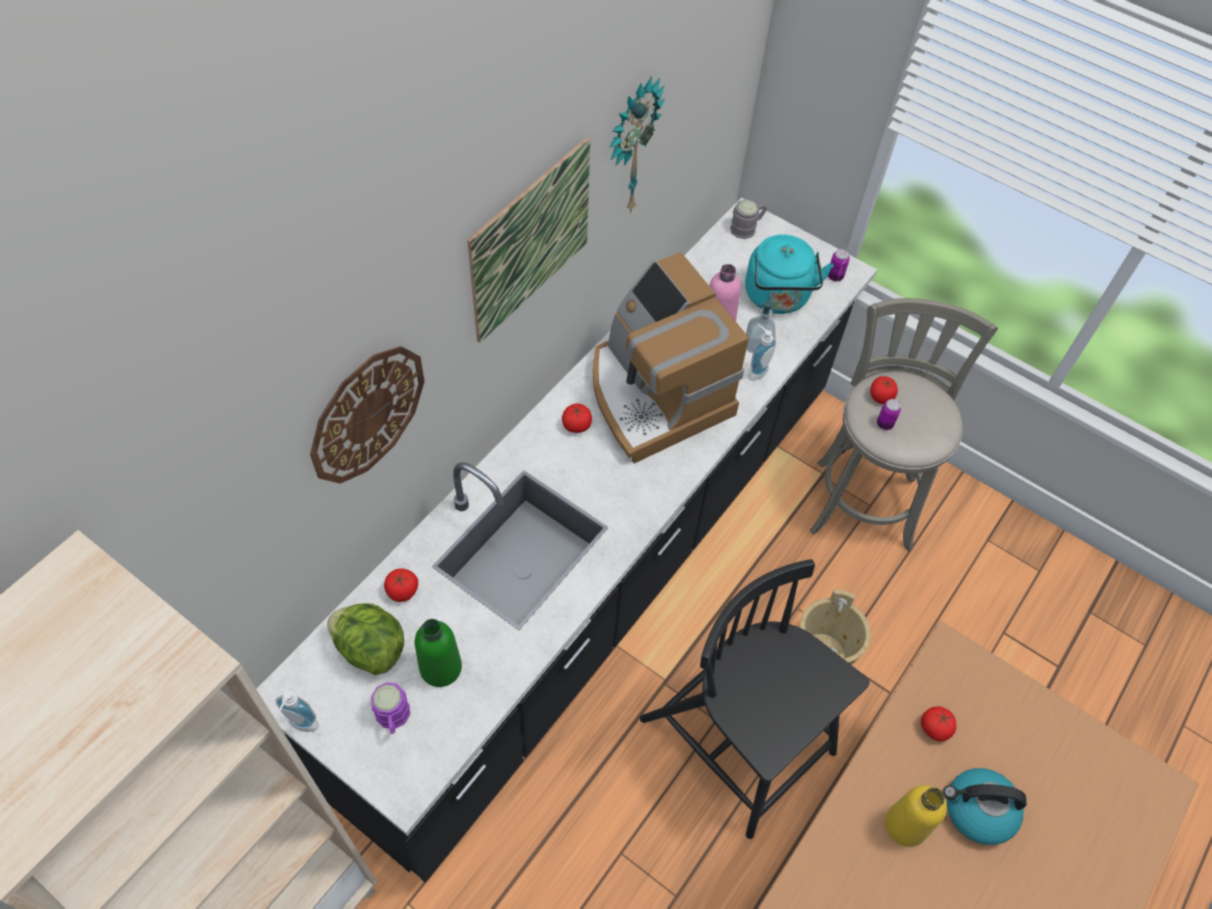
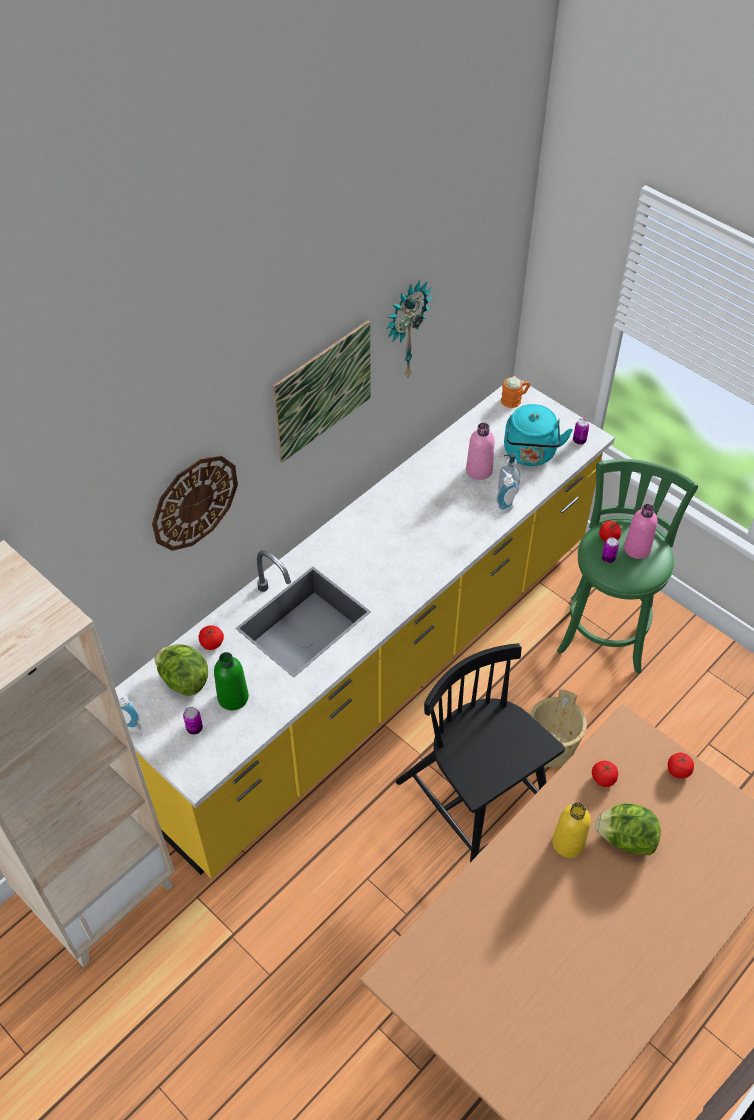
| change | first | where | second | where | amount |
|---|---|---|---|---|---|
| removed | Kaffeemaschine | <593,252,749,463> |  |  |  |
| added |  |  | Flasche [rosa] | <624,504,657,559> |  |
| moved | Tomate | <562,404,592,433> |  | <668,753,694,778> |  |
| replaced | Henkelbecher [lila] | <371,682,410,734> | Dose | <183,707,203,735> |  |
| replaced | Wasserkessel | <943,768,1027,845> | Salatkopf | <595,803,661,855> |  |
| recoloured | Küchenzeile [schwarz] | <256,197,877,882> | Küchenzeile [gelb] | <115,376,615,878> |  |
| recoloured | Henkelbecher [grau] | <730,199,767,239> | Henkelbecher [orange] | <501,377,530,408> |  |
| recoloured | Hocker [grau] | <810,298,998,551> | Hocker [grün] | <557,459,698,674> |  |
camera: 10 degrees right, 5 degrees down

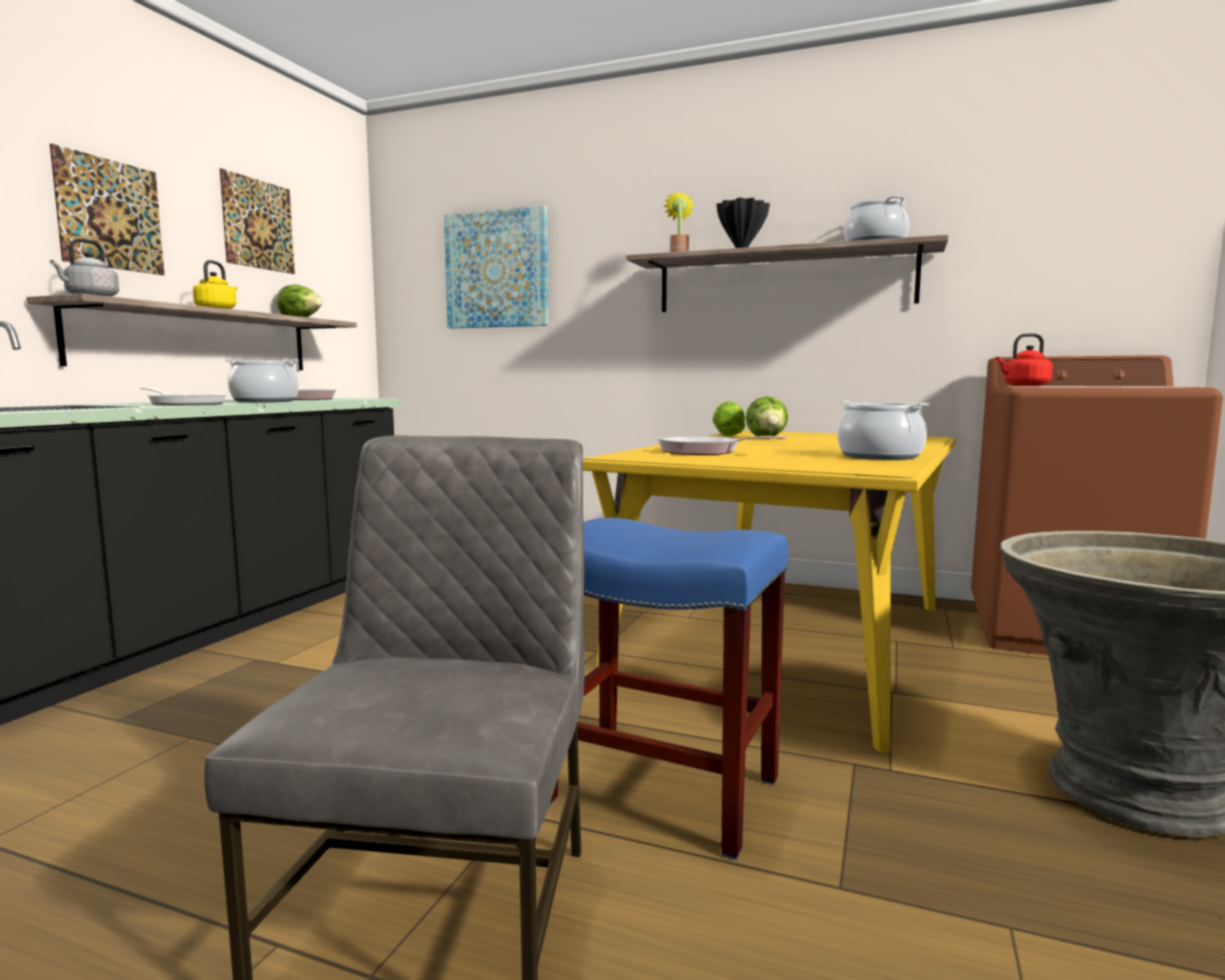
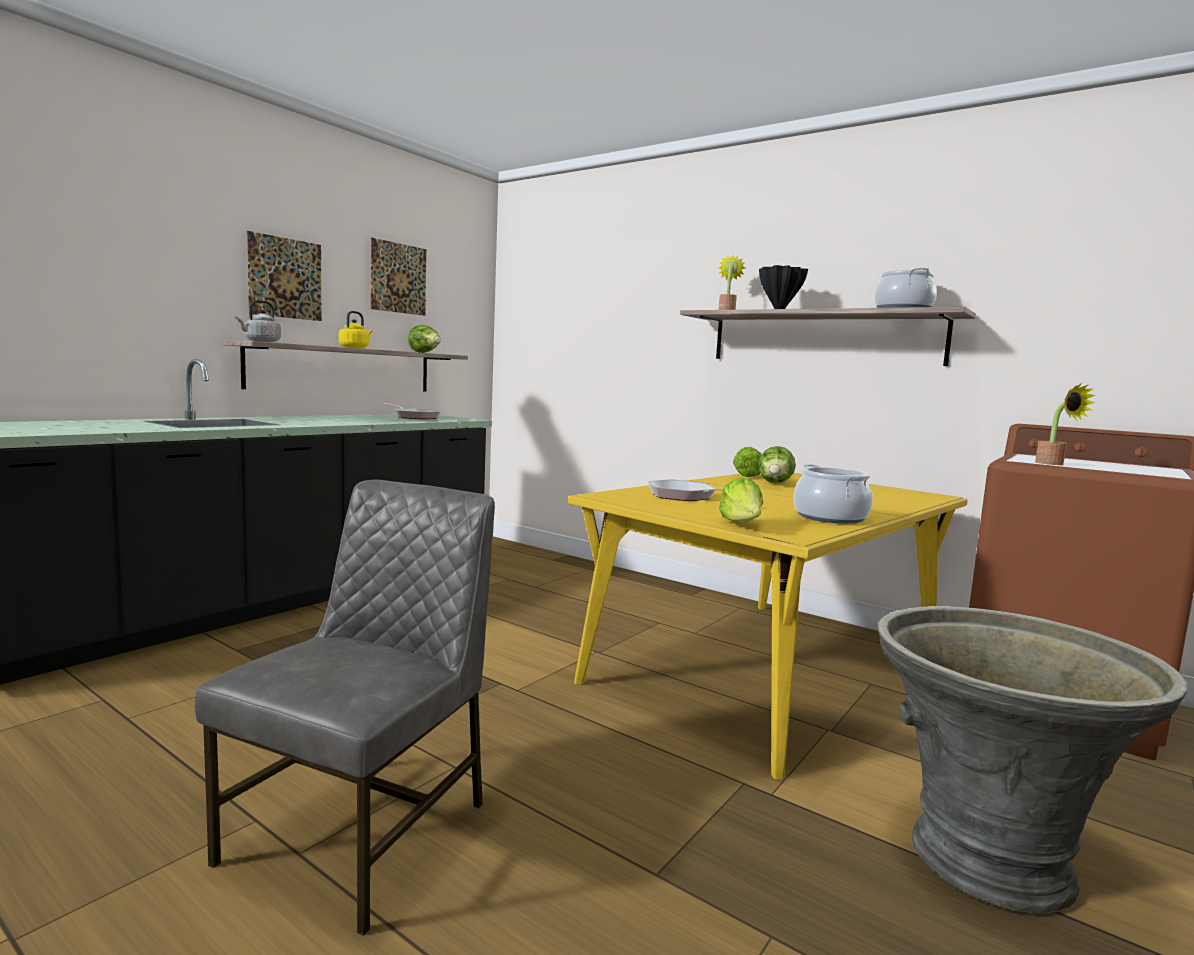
| change | first | where | second | where | amount |
|---|---|---|---|---|---|
| removed | Pfanne | <140,387,227,405> |  |  |  |
| removed | Kochtopf | <225,359,299,402> |  |  |  |
| removed | Bild | <444,205,549,329> |  |  |  |
| removed | Hocker [blau] | <549,518,788,860> |  |  |  |
| removed | Wasserkessel [rot] | <996,333,1053,386> |  |  |  |
| added |  |  | Salatkopf | <719,477,763,522> |  |
| added |  |  | Topfpflanze | <1035,383,1095,465> |  |
camera: 15 degrees right, 0 degrees up

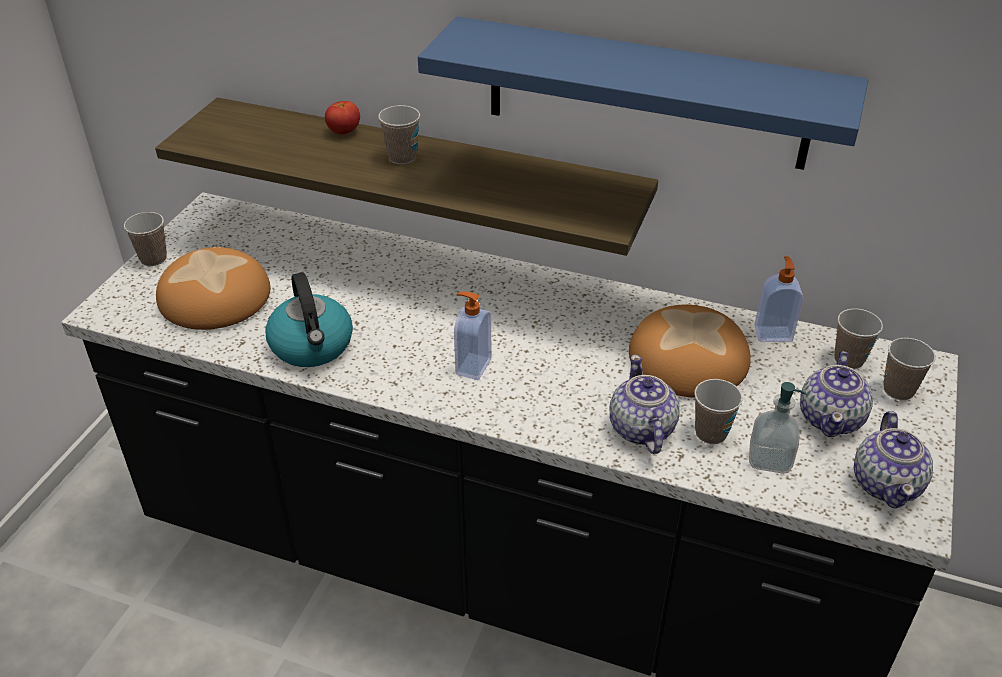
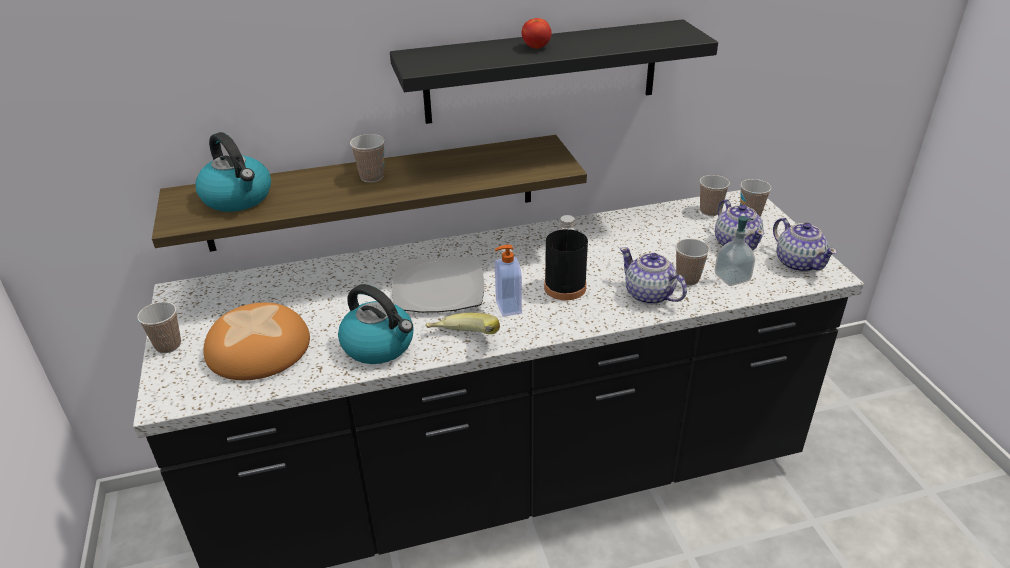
| change | first | where | second | where | amount |
|---|---|---|---|---|---|
| removed | Brot | <629,305,751,398> |  |  |  |
| removed | Seifenspender | <754,256,803,342> |  |  |  |
| added |  |  | Wasserkessel | <195,132,271,212> |  |
| added |  |  | Teller | <392,256,484,313> |  |
| added |  |  | Banane | <425,313,500,334> |  |
| added |  |  | Flasche [schwarz] | <544,215,588,300> |  |
| moved | Tomate | <325,101,360,135> |  | <522,18,552,49> |  |
| recoloured | Wandregal [blau] | <418,16,868,170> | Wandregal [schwarz] | <390,20,718,124> |  |
camera: 35 degrees left, 5 degrees down

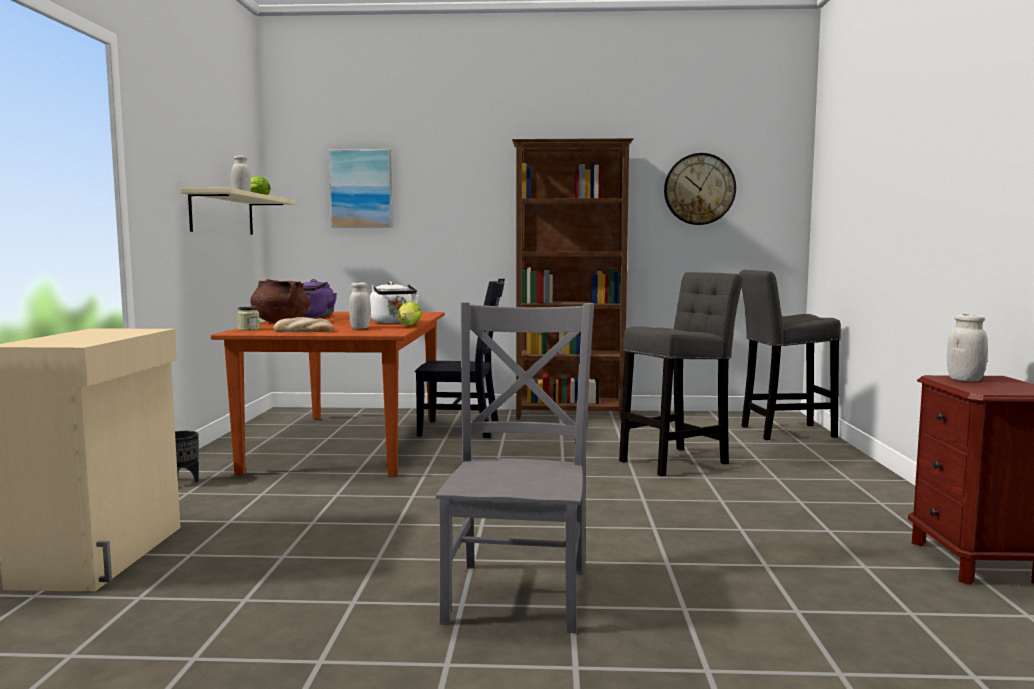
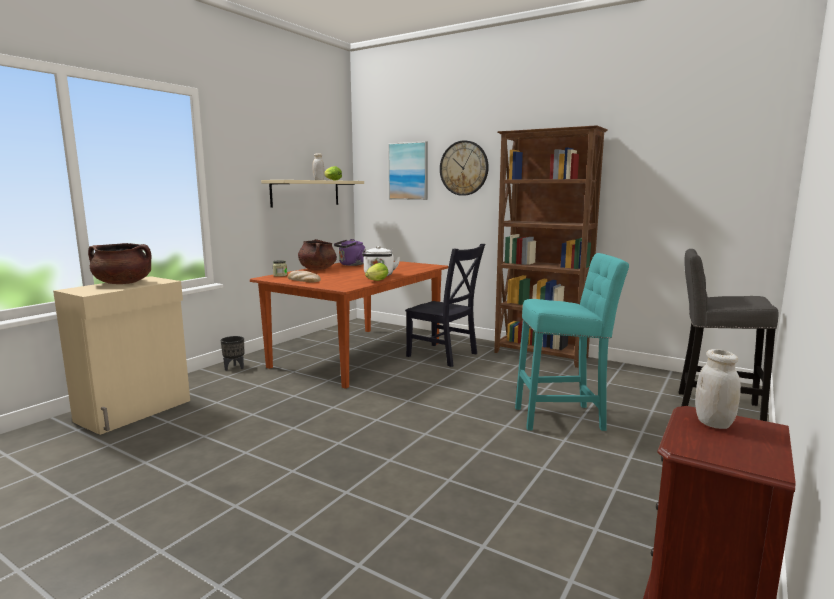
| change | first | where | second | where | amount |
|---|---|---|---|---|---|
| removed | Vorratsglas [weiß] | <349,282,371,329> |  |  |  |
| removed | Stuhl [grau] | <436,302,594,633> |  |  |  |
| added |  |  | Kochtopf [braun] | <88,243,152,284> |  |
| moved | Wanduhr | <664,153,736,225> |  | <440,140,489,196> |  |
| recoloured | Hocker [grau] | <619,272,743,476> | Hocker [türkis] | <515,253,629,431> |  |
camera: 30 degrees right, 5 degrees up

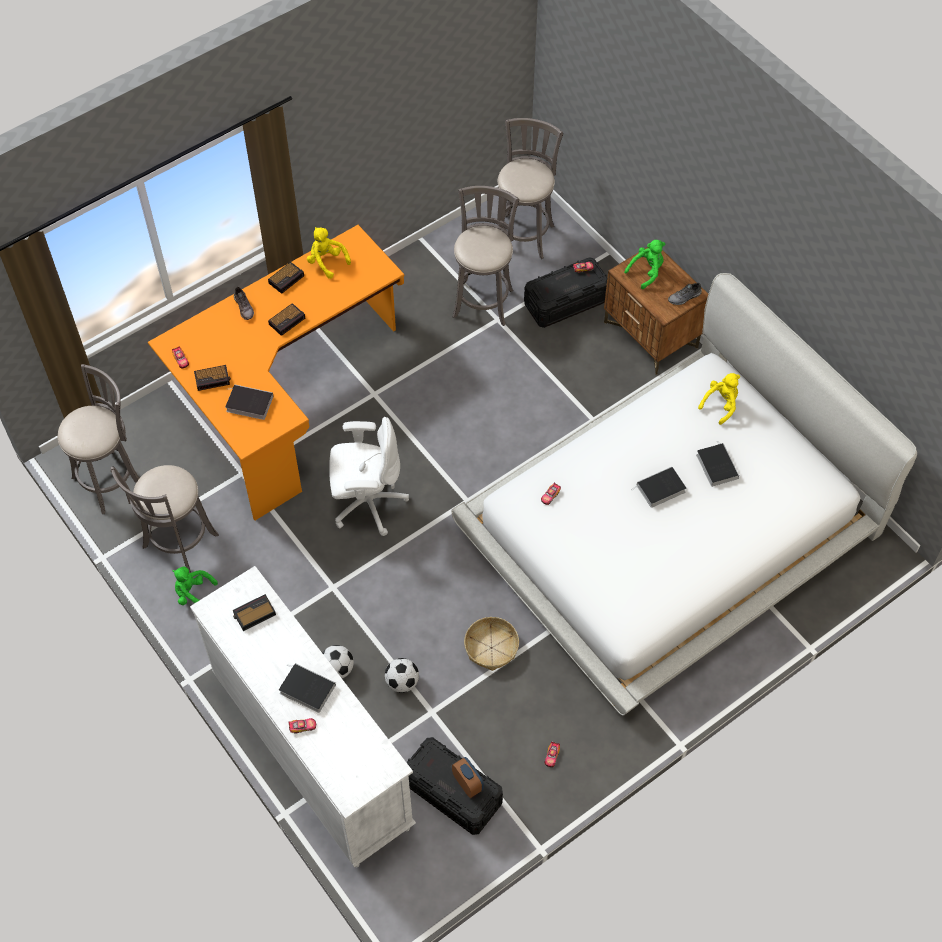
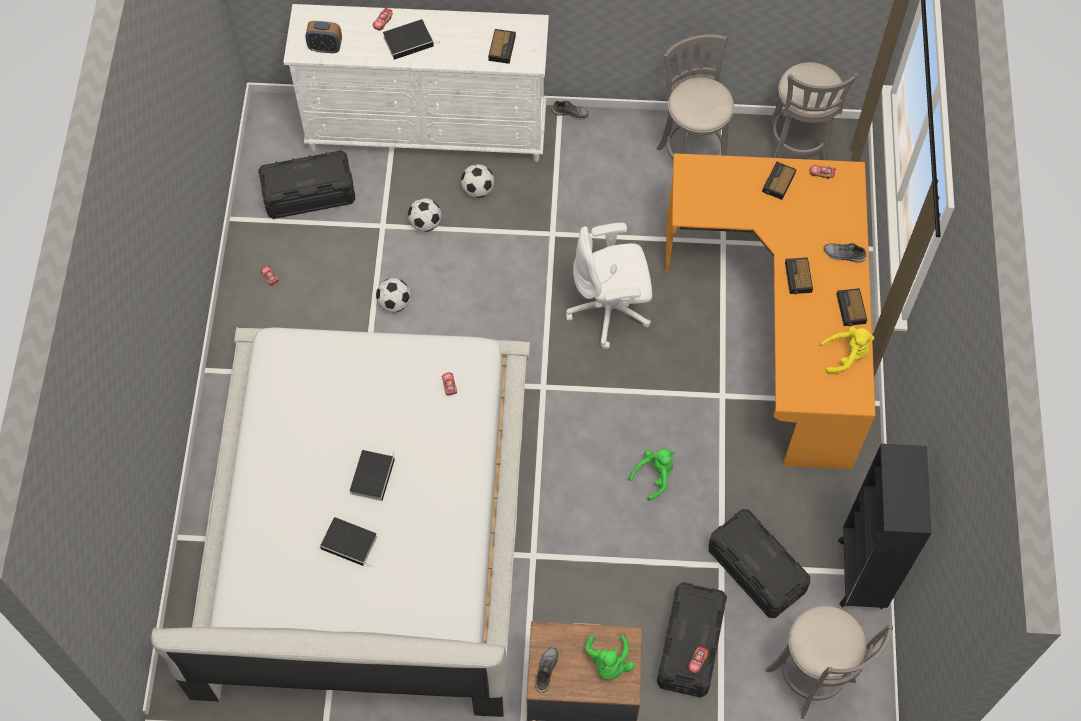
| change | first | where | second | where | amount |
|---|---|---|---|---|---|
| removed | Buch | <225,384,273,420> |  |  |  |
| removed | Plüschtier [gelb] | <698,373,740,425> |  |  |  |
| added |  |  | Schuh [grau] | <552,101,589,119> |  |
| added |  |  | Bücherregal [schwarz] | <837,444,932,609> |  |
| moved | Plüschtier [grün] | <172,567,218,605> |  | <628,449,675,501> |  |
| moved | Wecker | <452,757,484,798> |  | <305,21,342,54> |  |
| replaced | Hocker [grau] | <452,186,519,326> | Aufbewahrungsbox [schwarz] | <709,509,810,618> |  |
| replaced | Korb | <464,617,519,671> | Fußball | <376,278,411,312> |  |
| turned | Bürostuhl [weiß] | <329,417,409,536> |  | <566,223,652,349> | 45 degrees clockwise |
camera: 130 degrees right, 5 degrees up

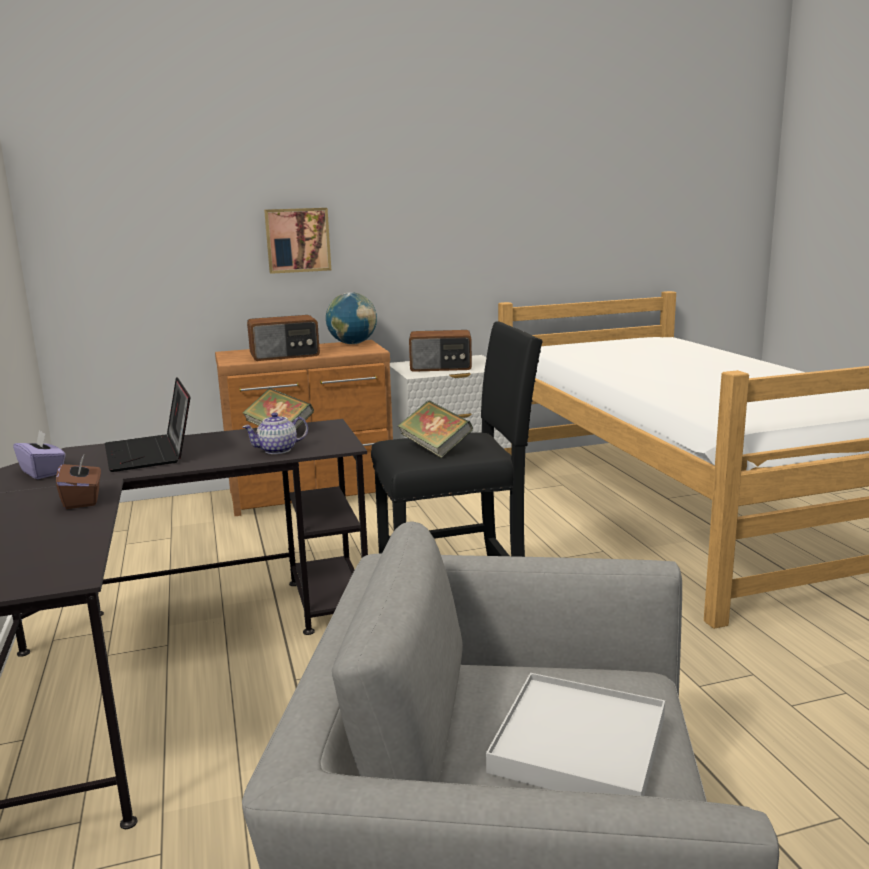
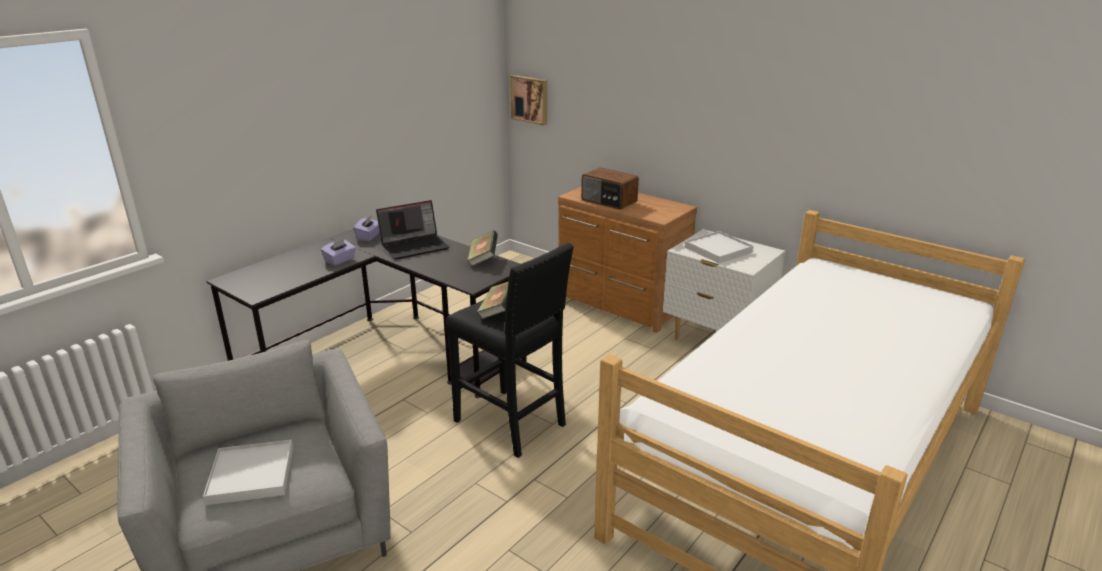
| change | first | where | second | where | amount |
|---|---|---|---|---|---|
| removed | Teekanne | <243,412,308,454> |  |  |  |
| removed | Globus | <326,292,377,344> |  |  |  |
| moved | Bild | <264,208,331,274> |  | <510,75,547,126> |  |
| replaced | Radio | <409,330,472,372> | Tablett [weiß] | <685,231,754,263> |  |
| recoloured | Taschentuchbox [braun] | <56,453,101,509> | Taschentuchbox [lila] | <321,238,356,266> |  |
| turned | Laptop | <105,377,191,472> |  | <376,200,449,260> | 150 degrees counterclockwise |
camera: 55 degrees right, 10 degrees up

